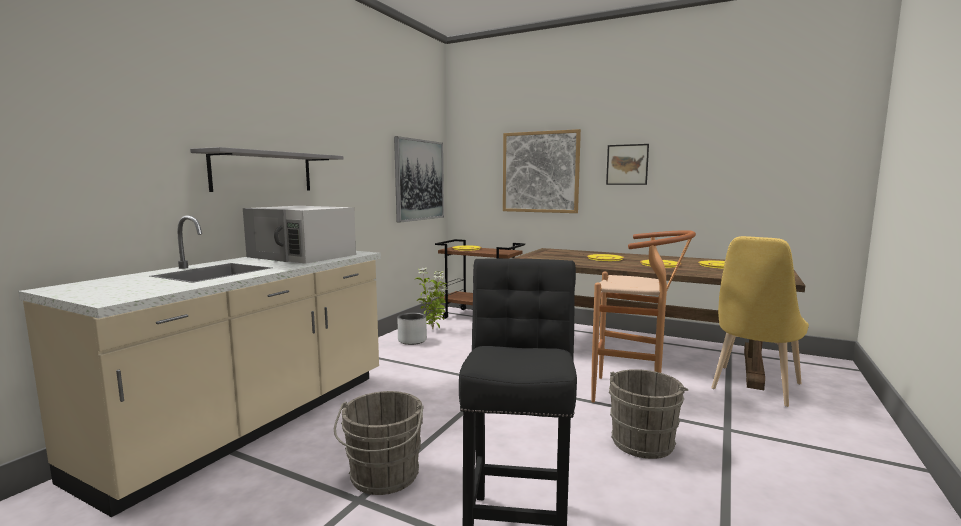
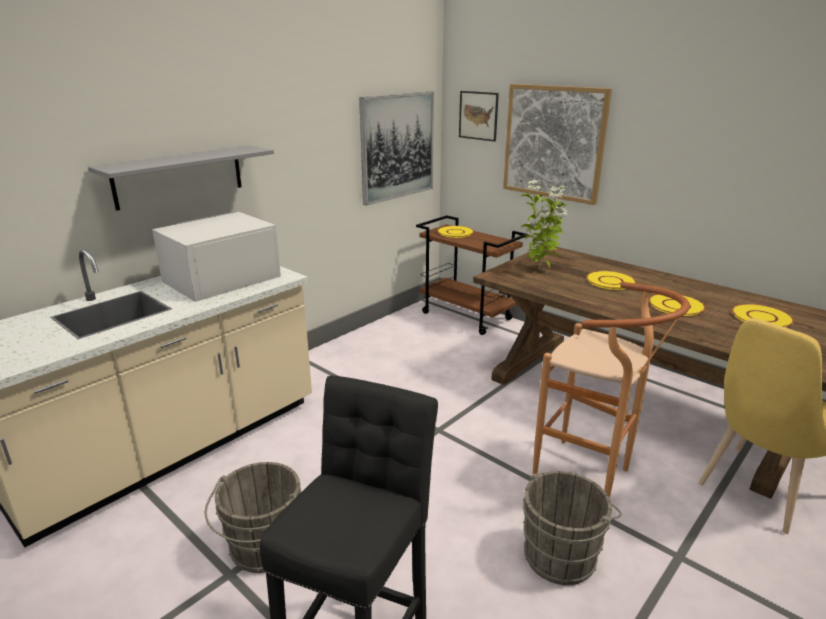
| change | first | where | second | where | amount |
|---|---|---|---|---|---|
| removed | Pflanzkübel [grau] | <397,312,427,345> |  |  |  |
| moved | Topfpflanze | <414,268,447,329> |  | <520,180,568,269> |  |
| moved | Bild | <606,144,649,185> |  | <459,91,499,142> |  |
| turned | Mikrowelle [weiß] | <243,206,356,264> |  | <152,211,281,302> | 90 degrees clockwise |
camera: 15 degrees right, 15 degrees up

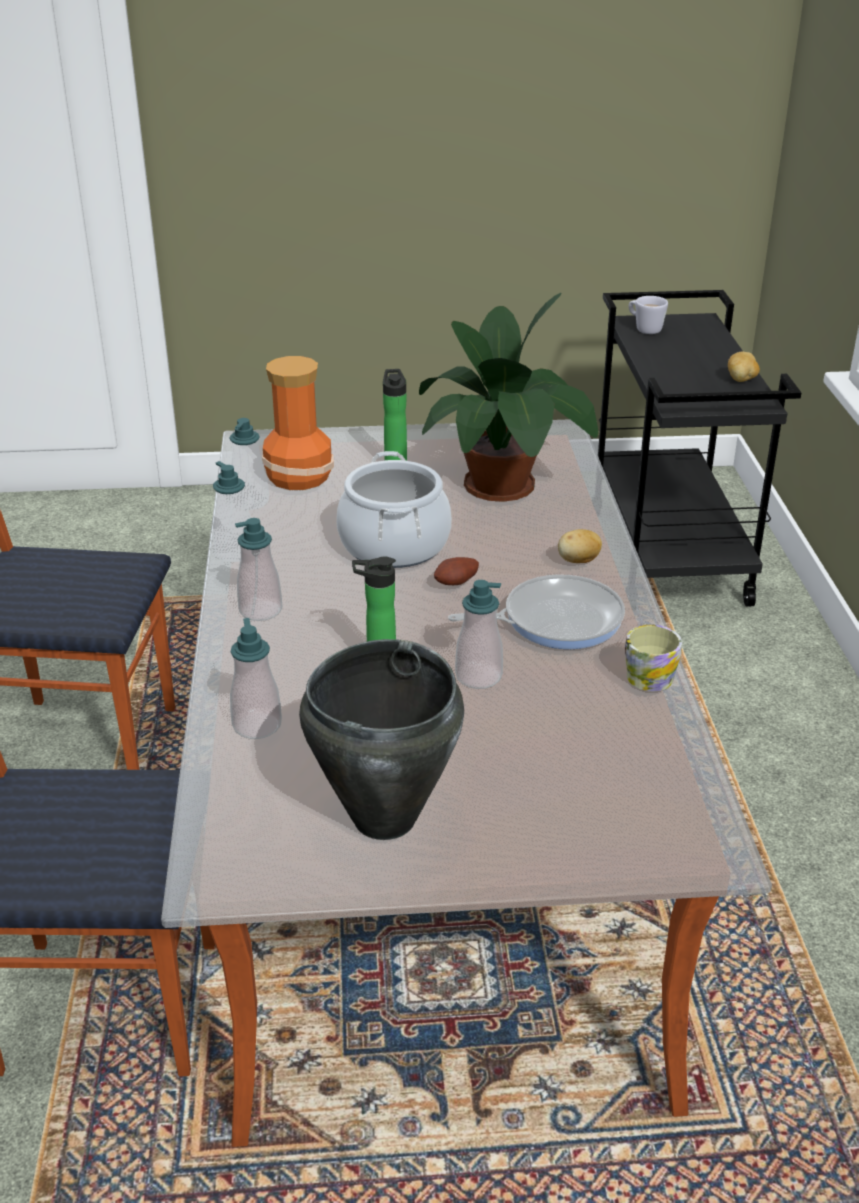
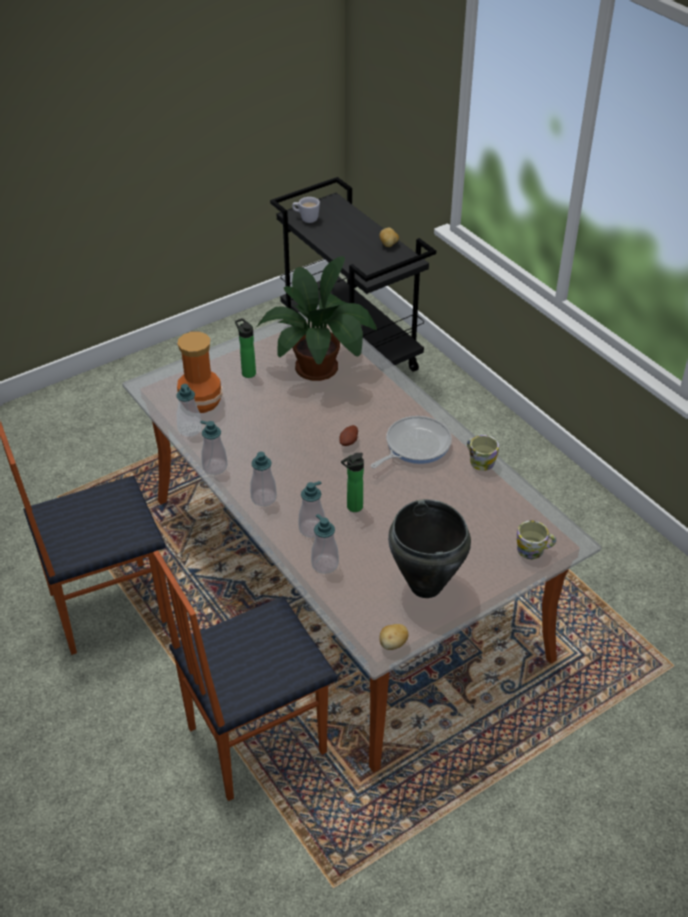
| change | first | where | second | where | amount |
|---|---|---|---|---|---|
| removed | Kochtopf | <336,451,452,568> |  |  |  |
| added |  |  | Henkelbecher | <517,520,556,559> |  |
| moved | Seifenspender | <455,580,503,689> |  | <298,481,325,538> |  |
| moved | Kartoffel | <558,529,602,563> |  | <379,624,408,650> |  |
camera: 30 degrees left, 10 degrees up

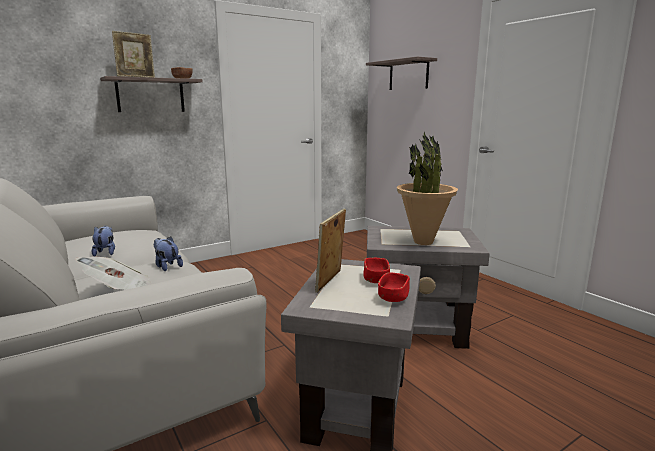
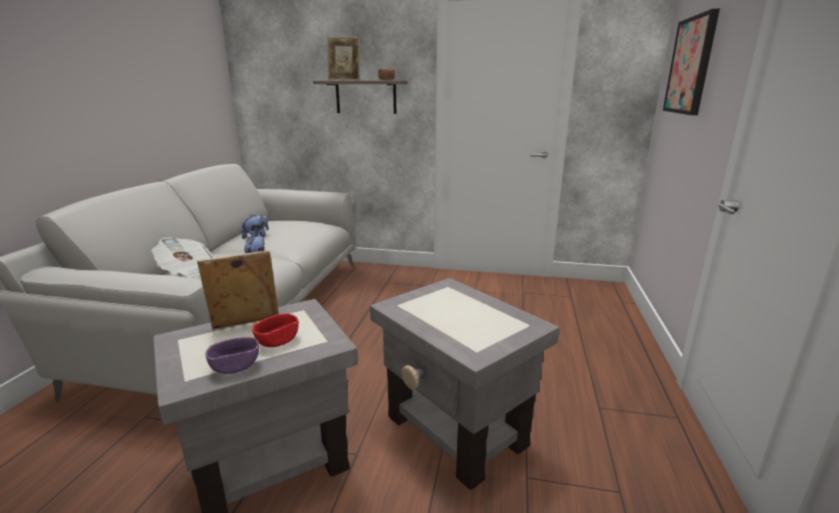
| change | first | where | second | where | amount |
|---|---|---|---|---|---|
| removed | Topfpflanze | <397,132,458,245> |  |  |  |
| replaced | Wandregal | <366,57,437,90> | Bild | <663,9,720,115> |  |
| recoloured | Schüssel [rot] | <378,272,410,302> | Schüssel [lila] | <205,337,259,374> |  |
camera: 45 degrees right, 5 degrees up

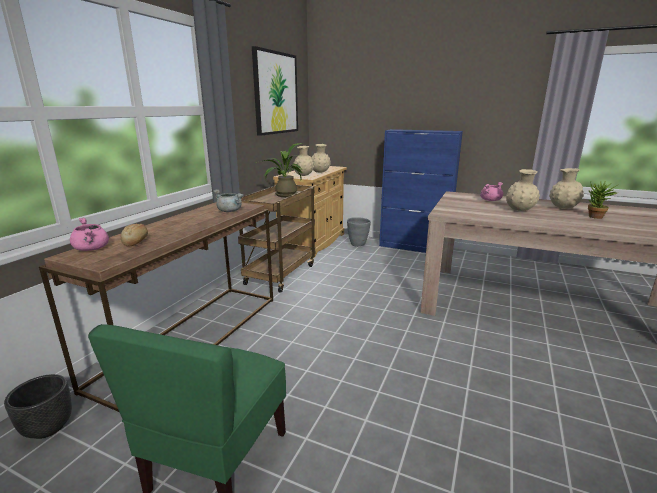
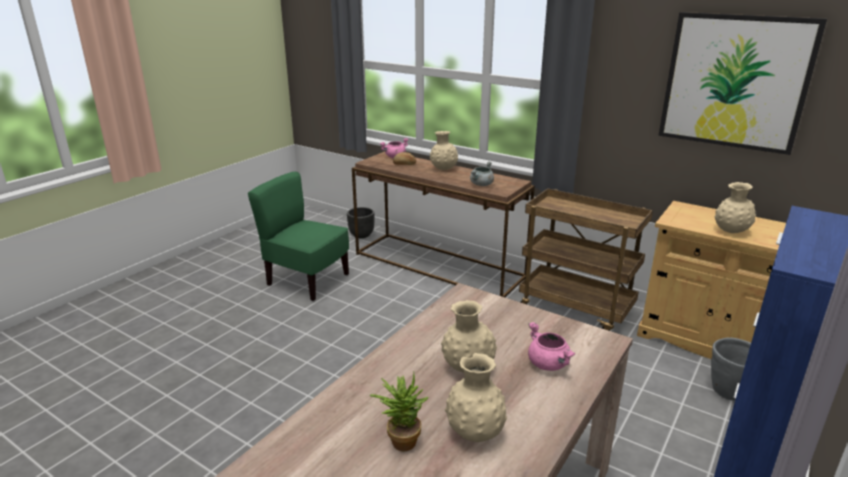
| change | first | where | second | where | amount |
|---|---|---|---|---|---|
| removed | Topfpflanze | <256,143,302,197> |  |  |  |
| moved | Vase [beige] | <293,146,314,176> |  | <430,131,458,170> |  |
camera: 100 degrees right, 5 degrees up

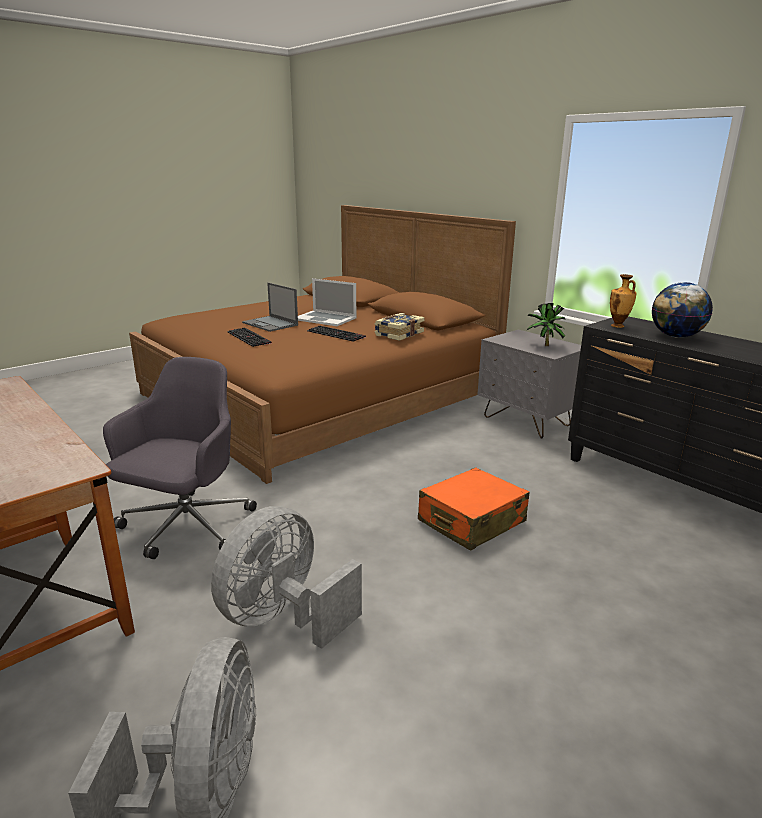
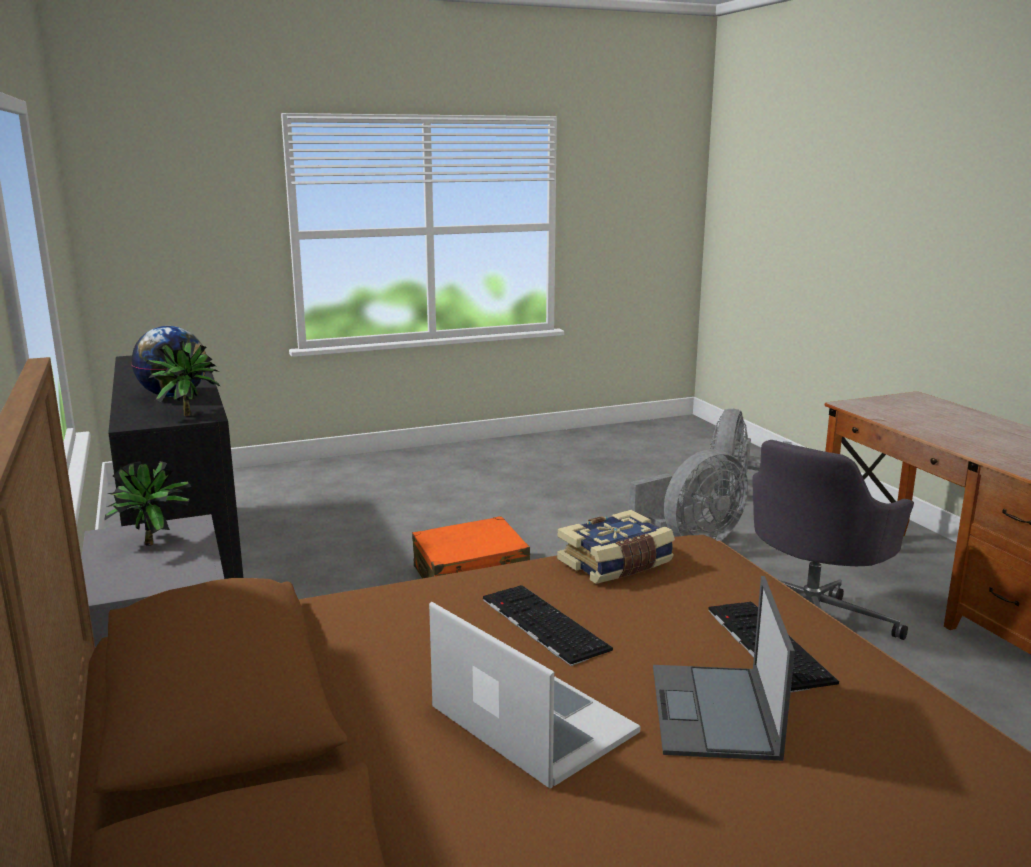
| change | first | where | second | where | amount |
|---|---|---|---|---|---|
| moved | Buch | <374,313,424,341> |  | <557,510,675,584> |  |
| replaced | Vase | <610,274,637,328> | Topfpflanze | <147,340,221,416> |  |
| turned | Laptop | <242,283,298,332> |  | <653,576,795,761> | 150 degrees counterclockwise |
camera: 160 degrees left, 5 degrees down

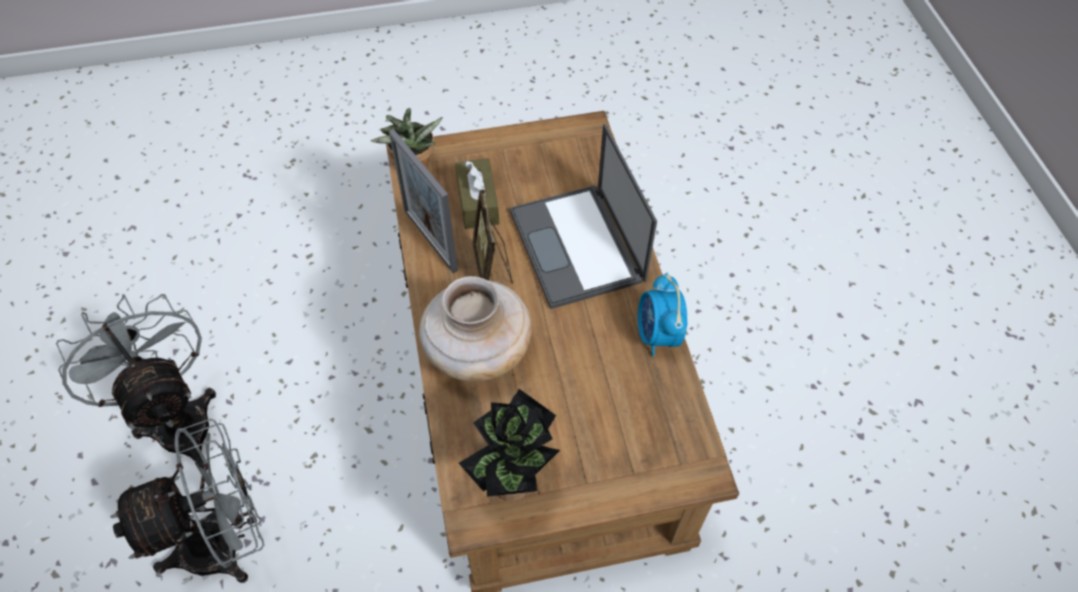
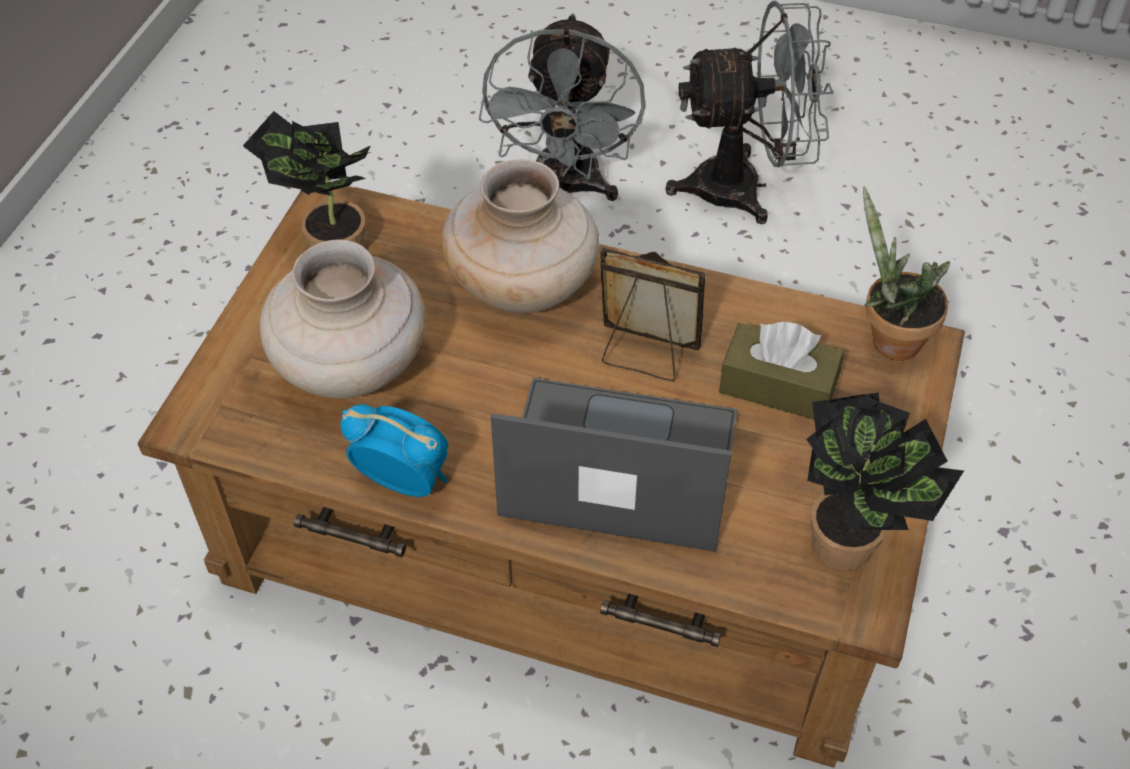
| change | first | where | second | where | amount |
|---|---|---|---|---|---|
| removed | Bilderrahmen | <389,129,458,273> |  |  |  |
| added |  |  | Vase [beige] | <260,239,426,399> |  |
| added |  |  | Topfpflanze | <806,392,964,571> |  |
camera: 120 degrees right, 5 degrees down

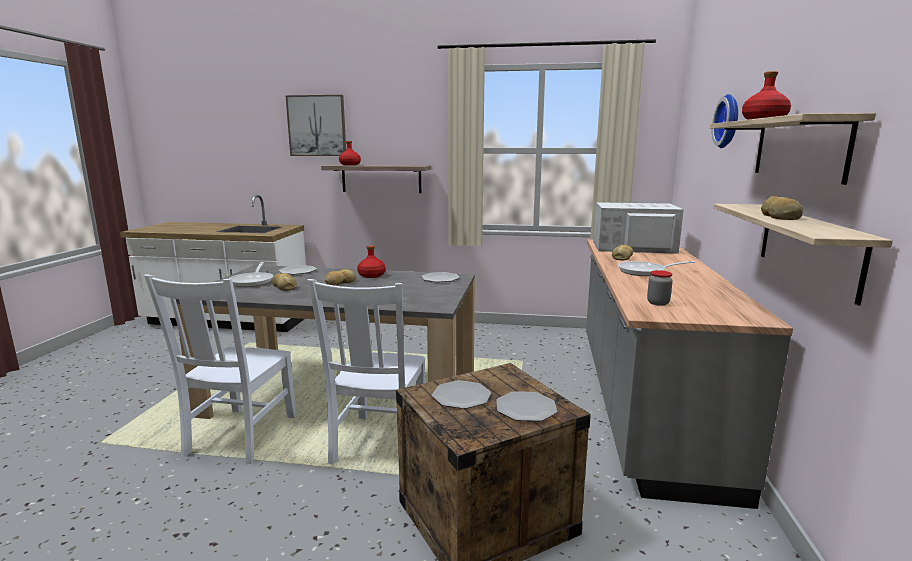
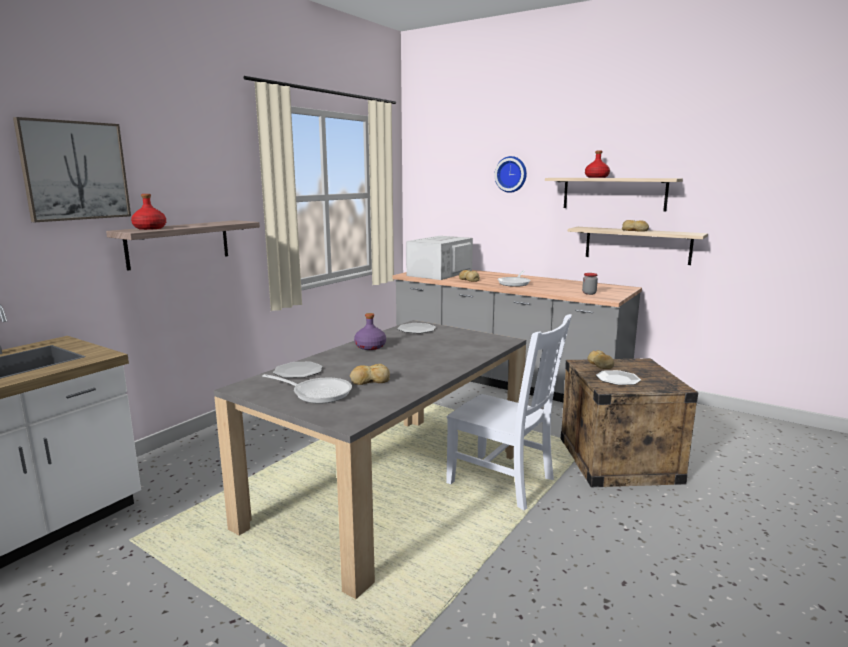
| change | first | where | second | where | amount |
|---|---|---|---|---|---|
| removed | Stuhl [weiß] | <144,274,297,464> |  |  |  |
| removed | Teller | <497,391,557,421> |  |  |  |
| moved | Brot | <325,269,355,286> |  | <588,350,614,369> |  |
| recoloured | Flasche [rot] | <357,245,386,278> | Flasche [lila] | <354,313,386,350> |  |
camera: 65 degrees left, 0 degrees up

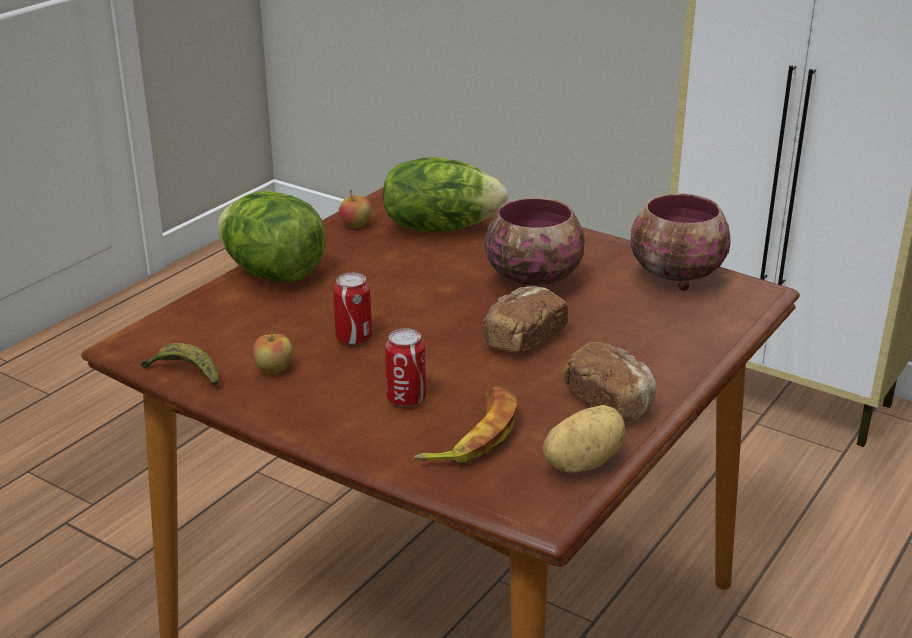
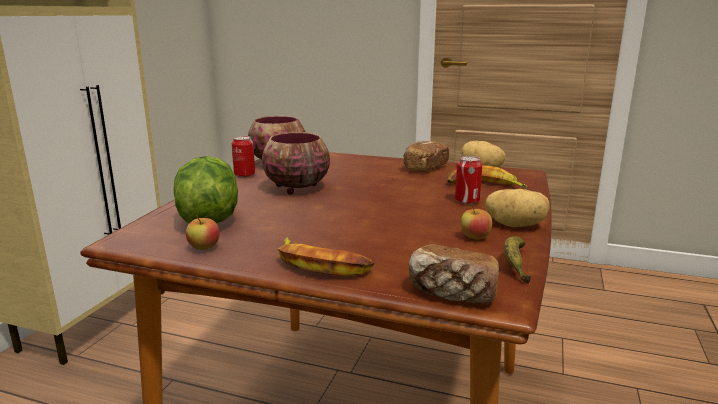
| change | first | where | second | where | amount |
|---|---|---|---|---|---|
| added |  |  | Kartoffel | <485,189,549,227> |  |
| moved | Dose | <333,273,372,345> |  | <232,136,255,178> |  |
| moved | Brot | <483,286,568,353> |  | <408,244,499,303> |  |
| replaced | Salatkopf | <217,191,326,283> | Banane | <278,237,374,276> |  |
camera: 105 degrees left, 10 degrees down

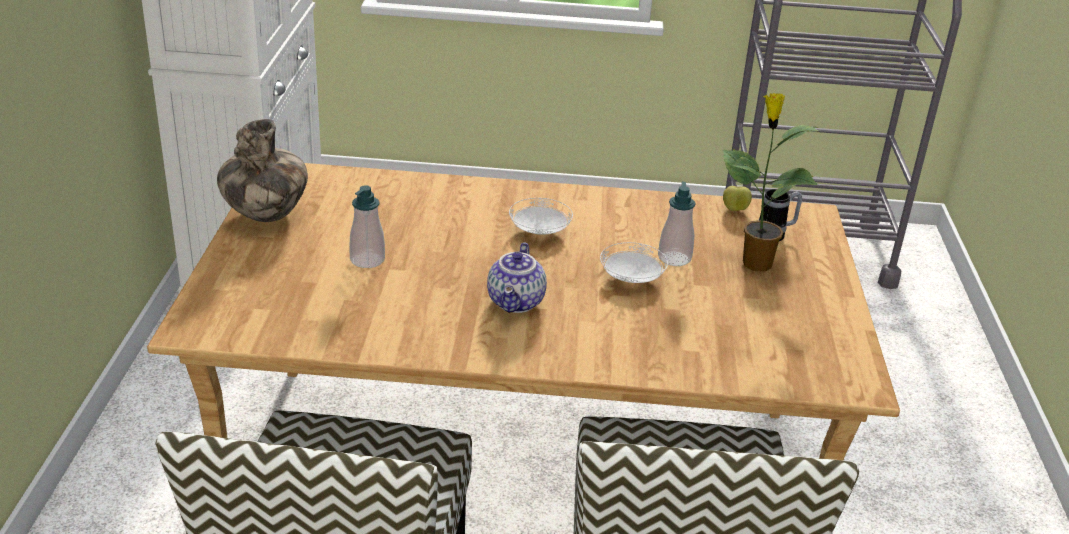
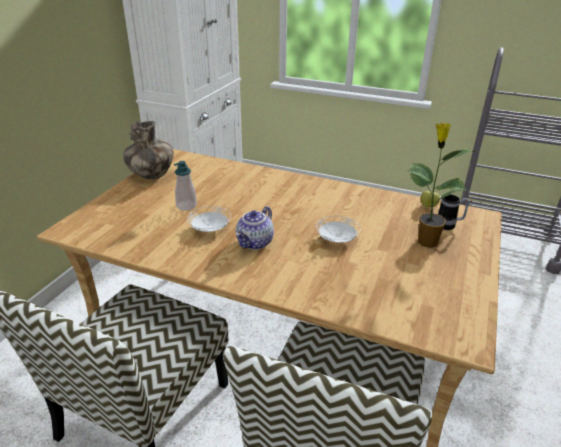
| change | first | where | second | where | amount |
|---|---|---|---|---|---|
| removed | Seifenspender | <658,182,696,266> |  |  |  |
| moved | Teller [weiß] | <509,198,573,235> |  | <187,206,231,232> |  |
camera: 20 degrees right, 0 degrees up

